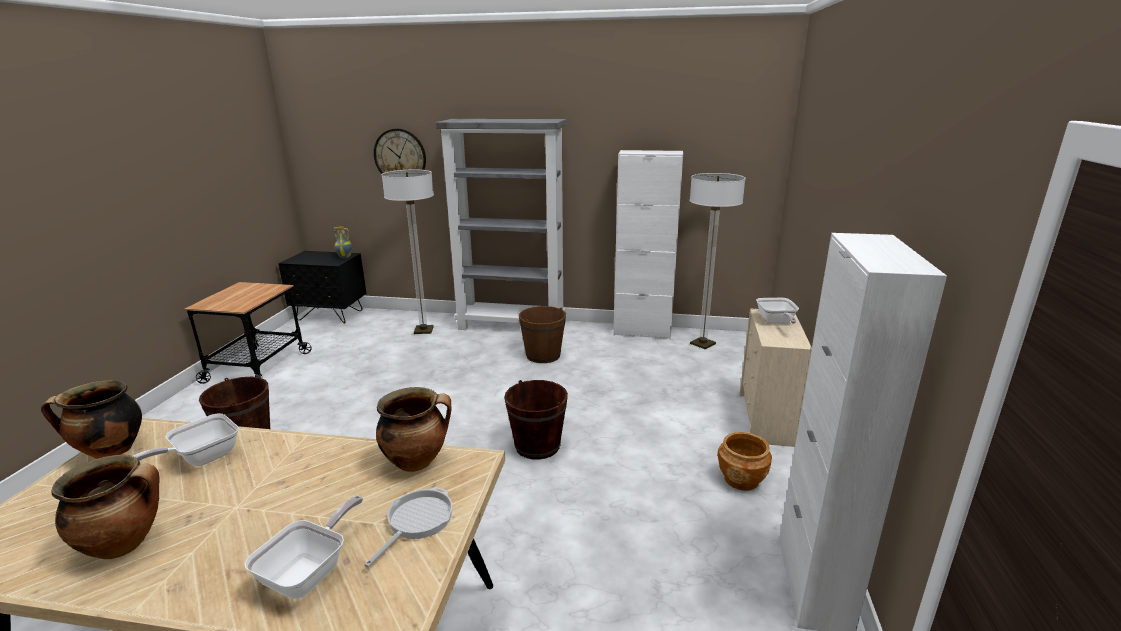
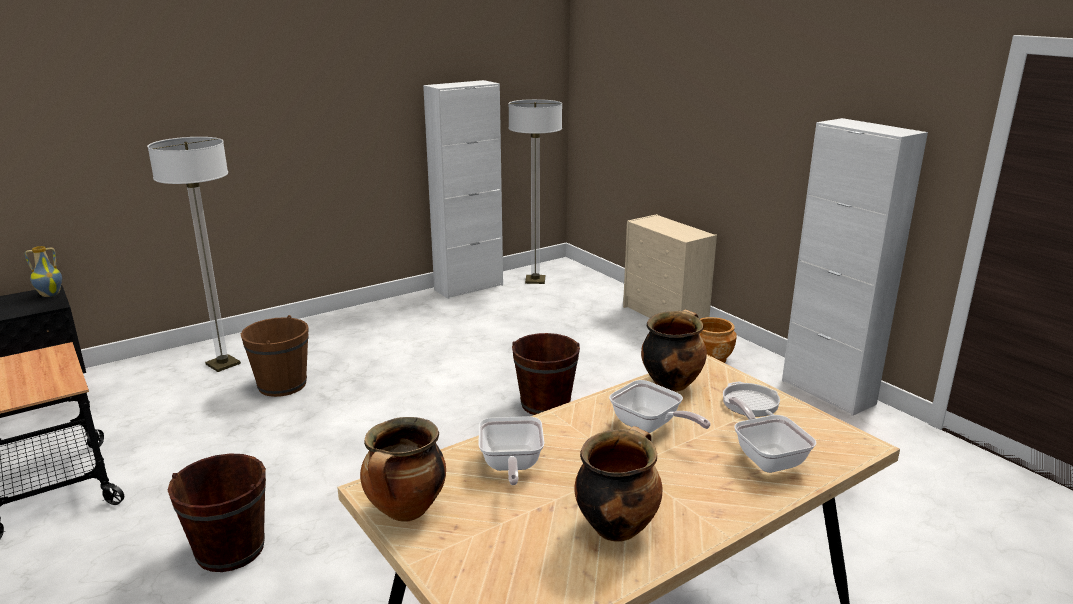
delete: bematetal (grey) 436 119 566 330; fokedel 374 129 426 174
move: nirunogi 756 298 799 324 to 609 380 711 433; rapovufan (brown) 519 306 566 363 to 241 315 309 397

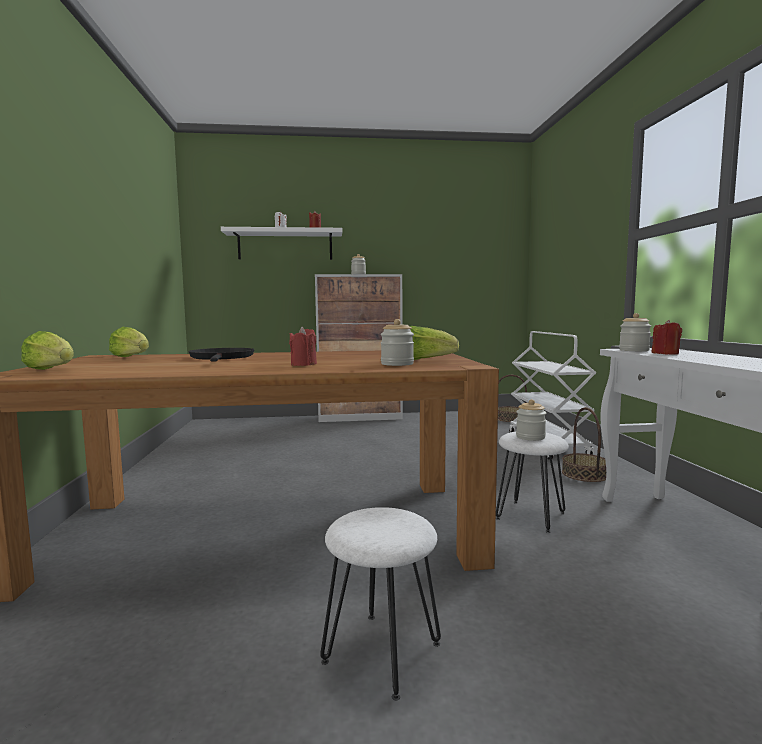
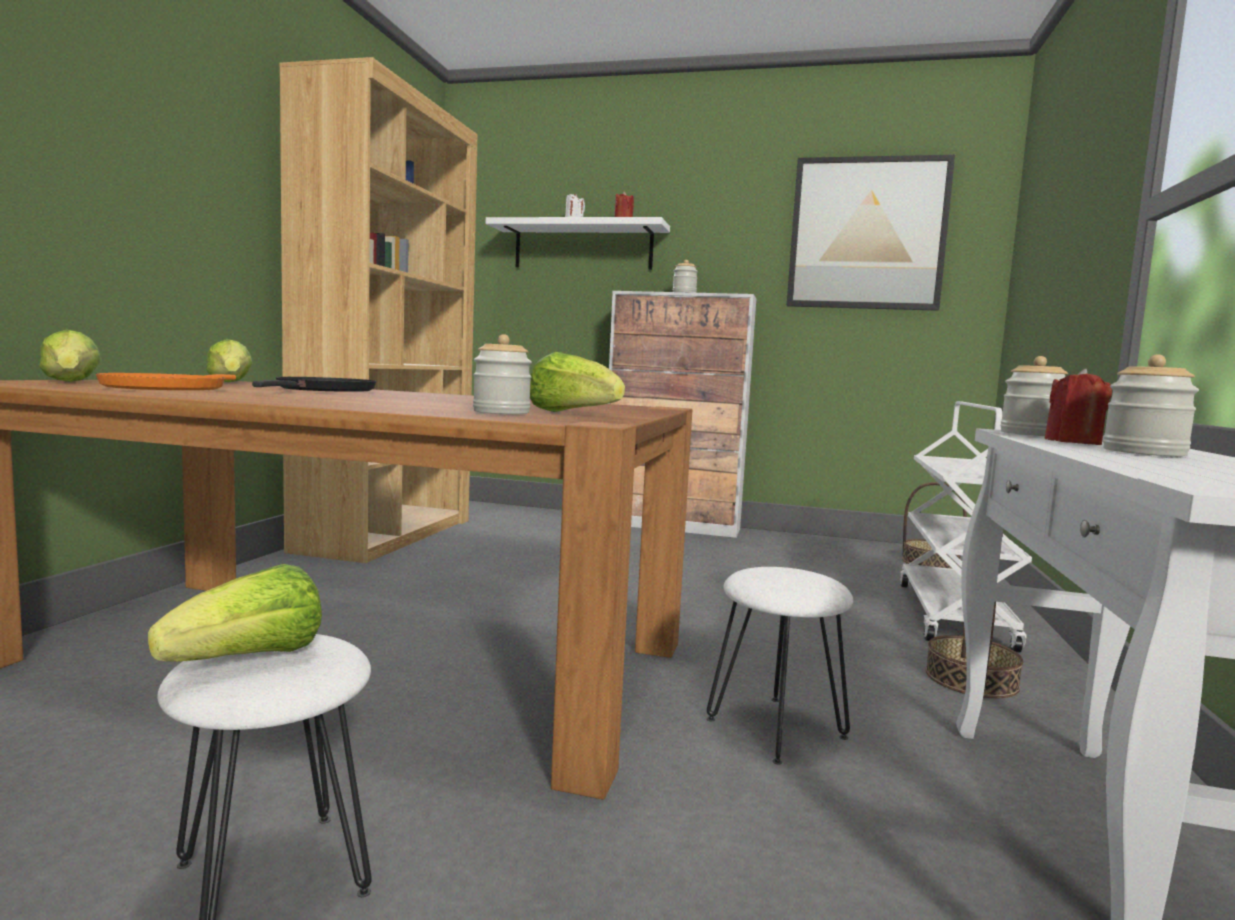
delete: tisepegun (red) 289 327 317 366
insert: bematetal (brown) 280 57 477 563; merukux 786 155 955 311; nirunogi (orange) 96 373 236 390; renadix 148 564 322 661
move: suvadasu 516 399 546 441 to 1103 355 1199 456

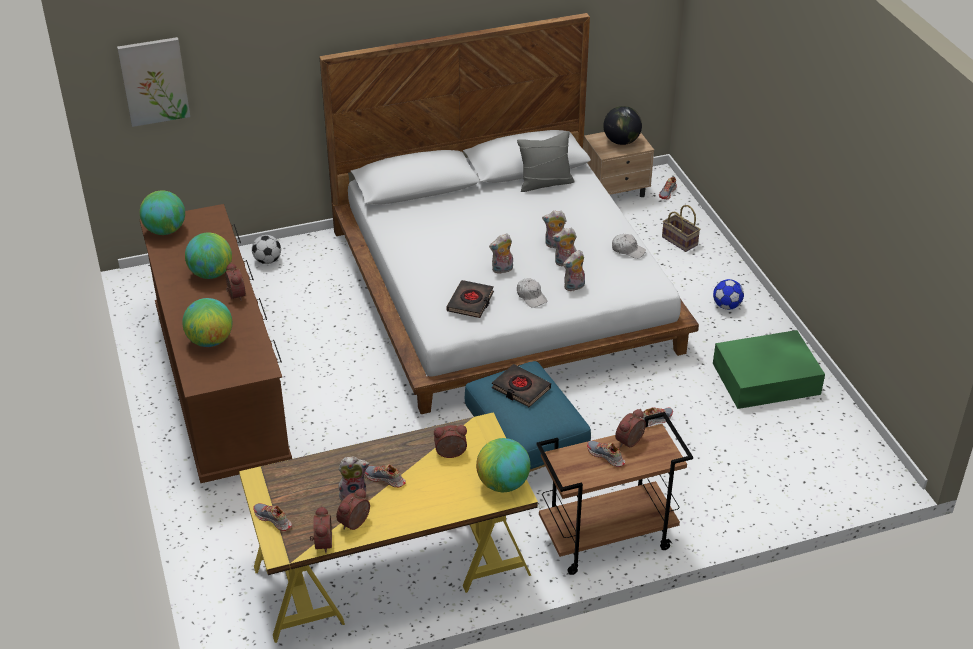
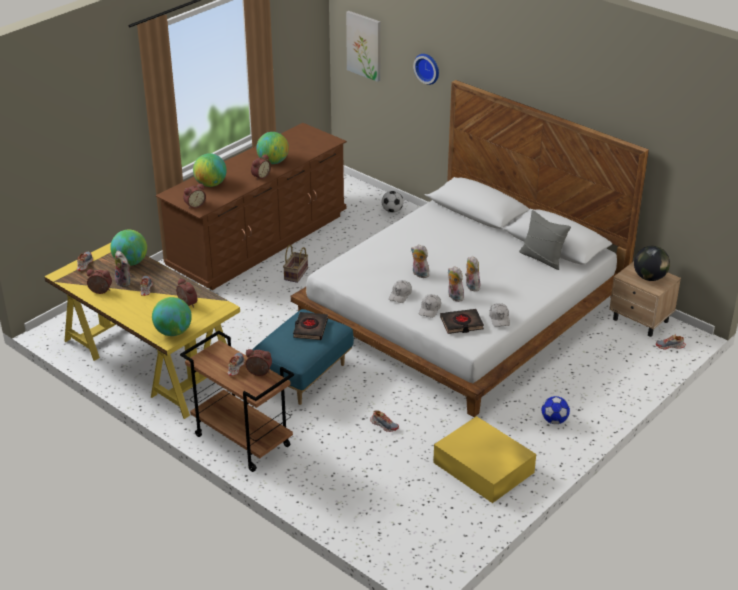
insert: fokedel 413 54 439 85
move: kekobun 140 190 185 235 to 110 230 147 266; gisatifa 662 205 700 252 to 283 245 308 283; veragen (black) 446 280 494 318 to 440 309 484 334; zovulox 310 506 332 553 to 183 183 206 209
replace: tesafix 563 250 585 291 to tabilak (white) 419 294 441 318
recolor: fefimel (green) 713 330 825 409 to fefimel (yellow) 433 416 536 503

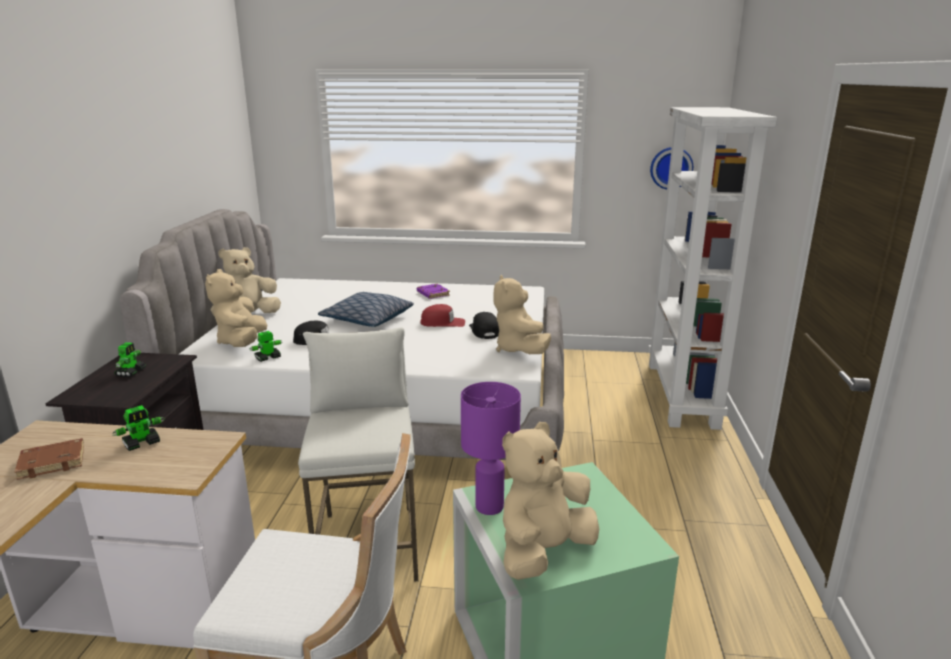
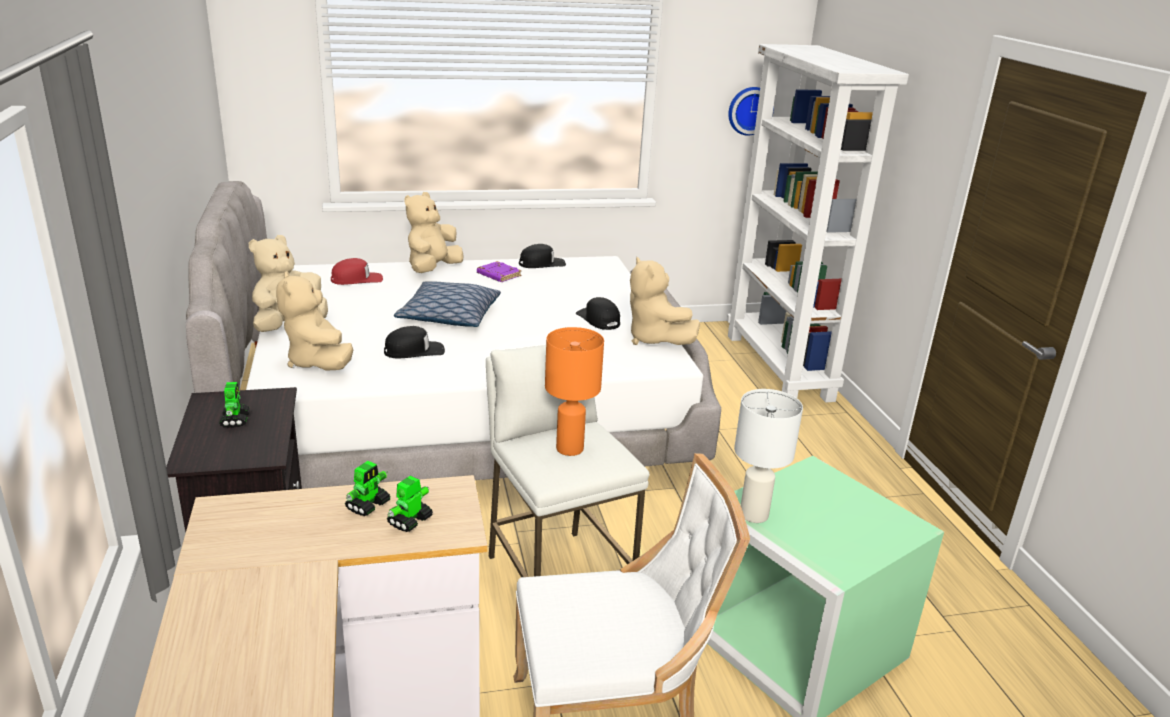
delete: veragen (brown) 14 438 84 480
insert: tabilak (black) 519 244 566 268; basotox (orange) 545 327 604 456
move: tabilak (red) 420 304 465 327 to 331 258 383 285; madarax 250 331 282 362 to 387 476 433 532; tesafix (beige) 502 422 599 580 to 404 192 464 273
recolor: basotox (purple) 461 382 521 515 to basotox (white) 734 389 803 523

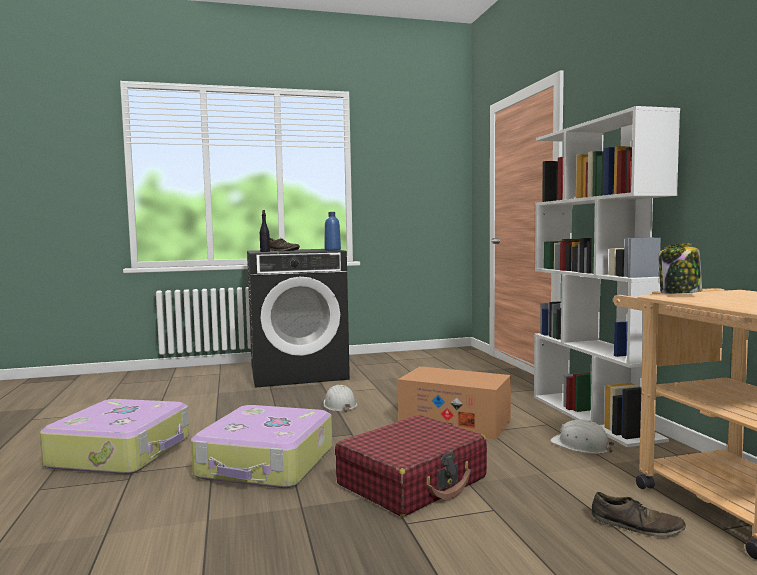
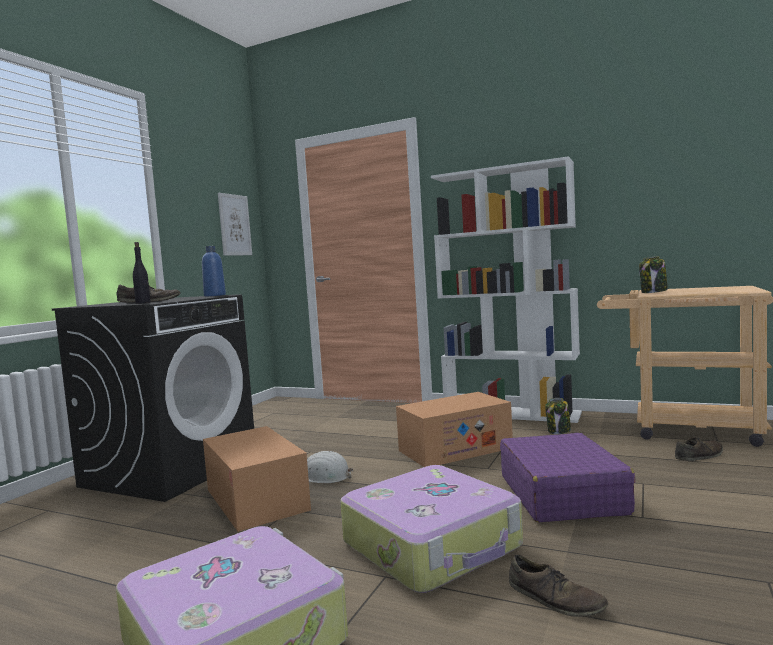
insert: merukux 218 193 252 256; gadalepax 203 426 311 532; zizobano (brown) 509 555 608 617
replace: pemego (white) 550 419 615 454 to suvadasu 545 398 571 434
recolor: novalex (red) 335 415 487 517 to novalex (purple) 500 433 636 522

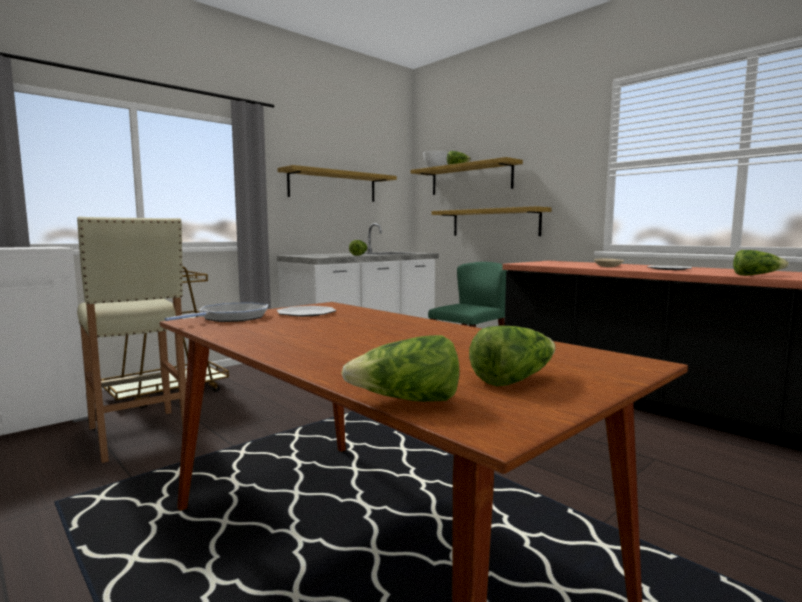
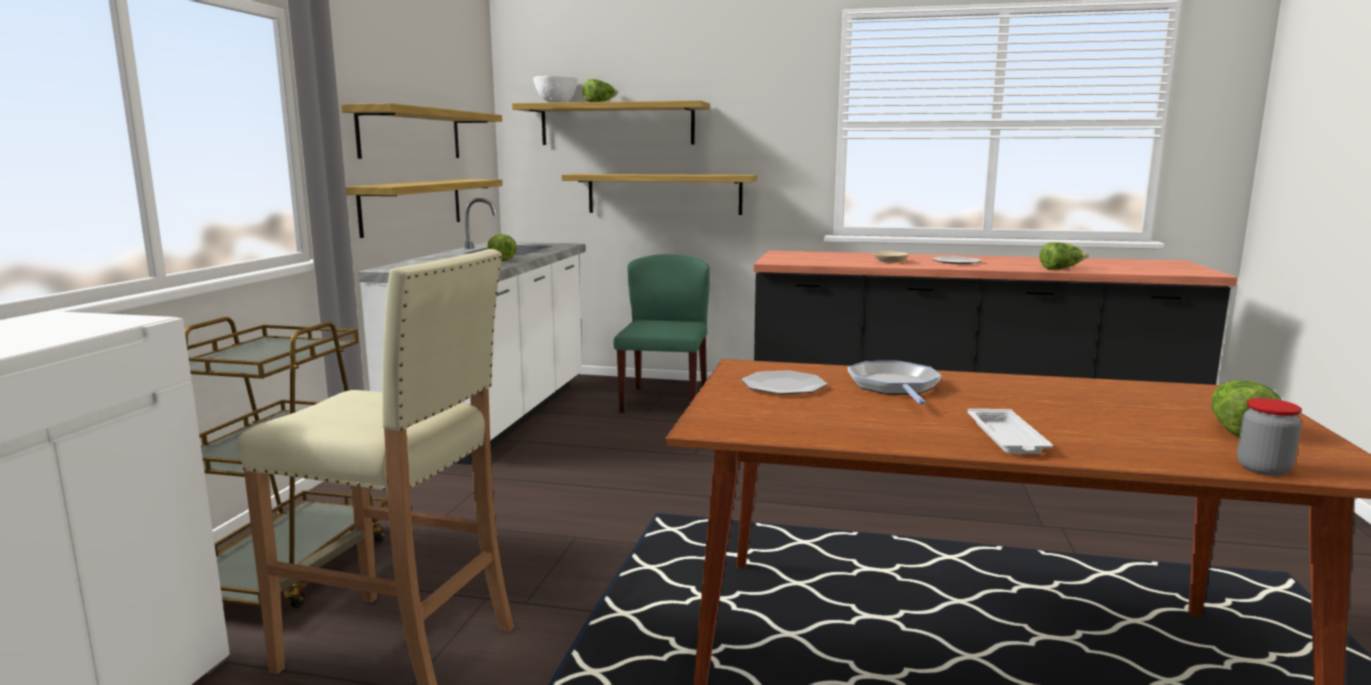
insert: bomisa 346 179 503 238; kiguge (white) 967 409 1053 454
move: nirunogi 165 302 268 322 to 847 361 941 405
replace: renadix 341 335 459 402 to suvadasu 1237 398 1302 476

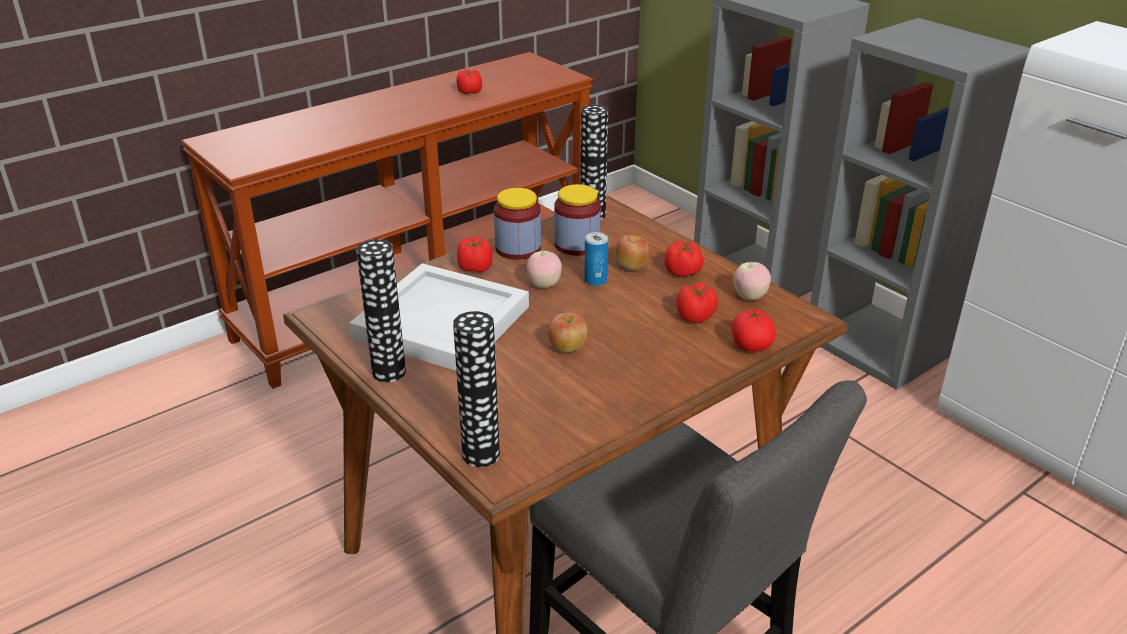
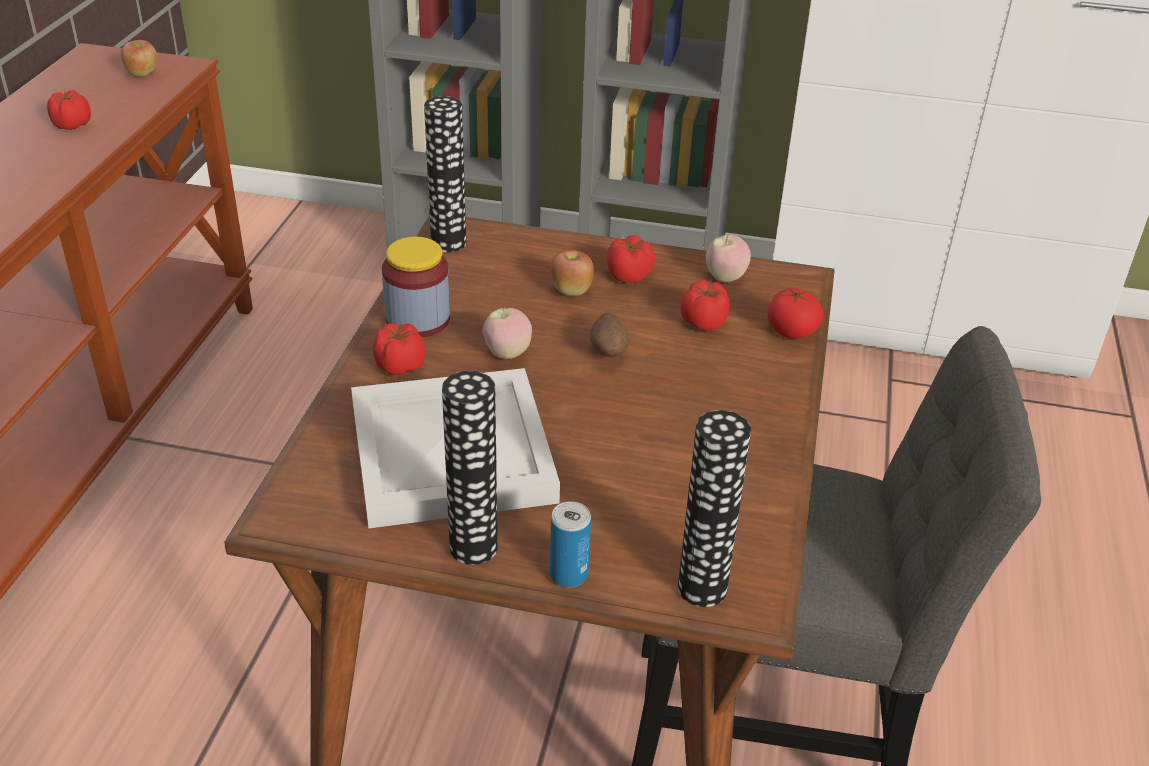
delete: suvadasu 554 184 601 256
insert: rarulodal 590 312 630 357
move: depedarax 584 232 608 286 to 550 501 591 588; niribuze 548 313 588 353 to 121 40 158 77

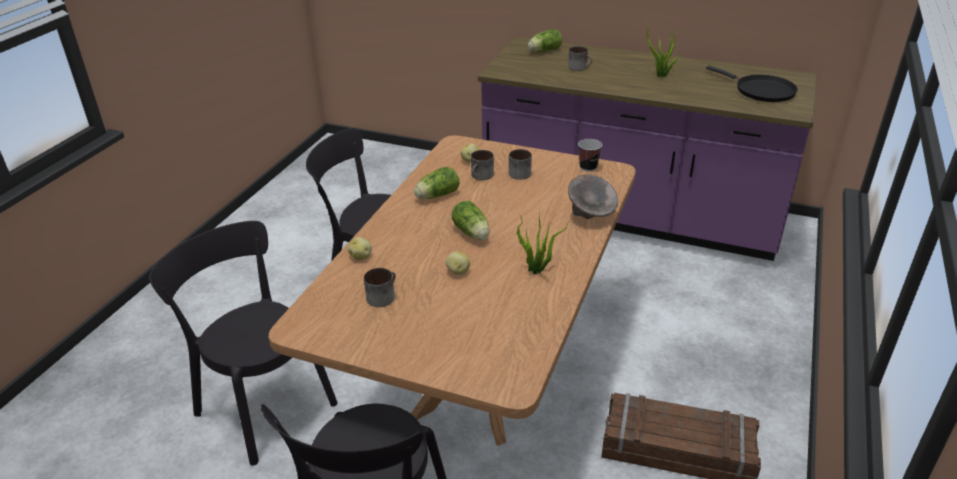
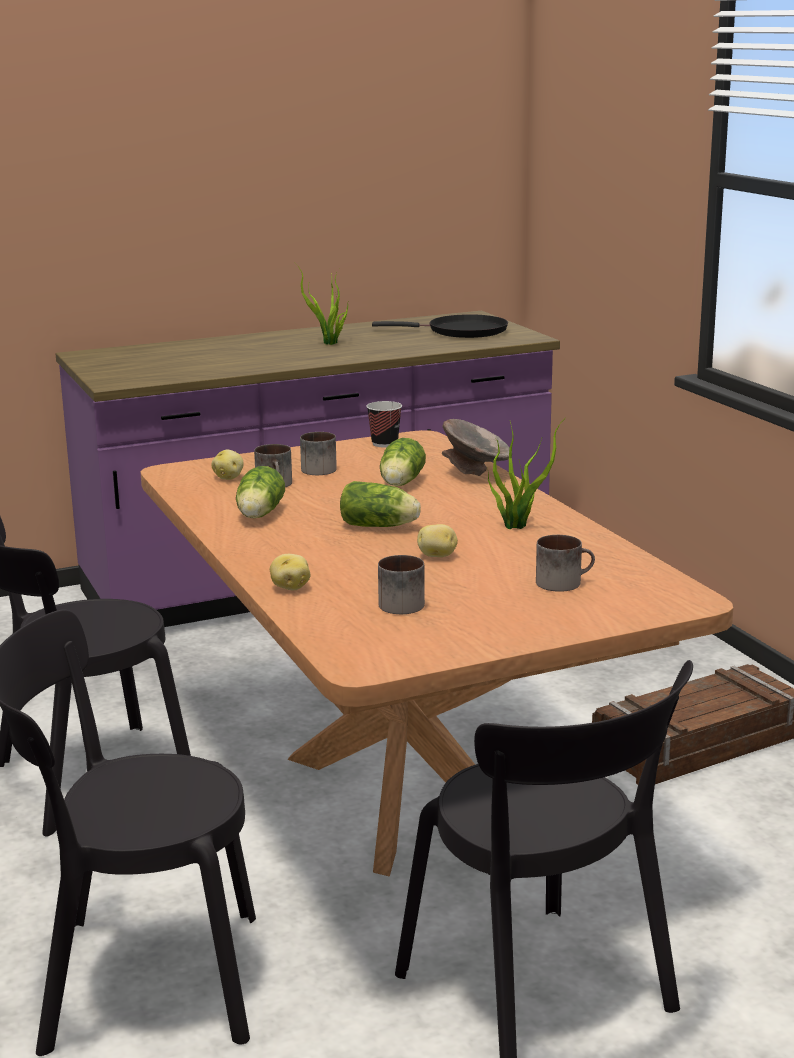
move: renadix 528 29 562 52 to 380 438 426 486; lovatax 568 46 592 71 to 536 535 595 592

